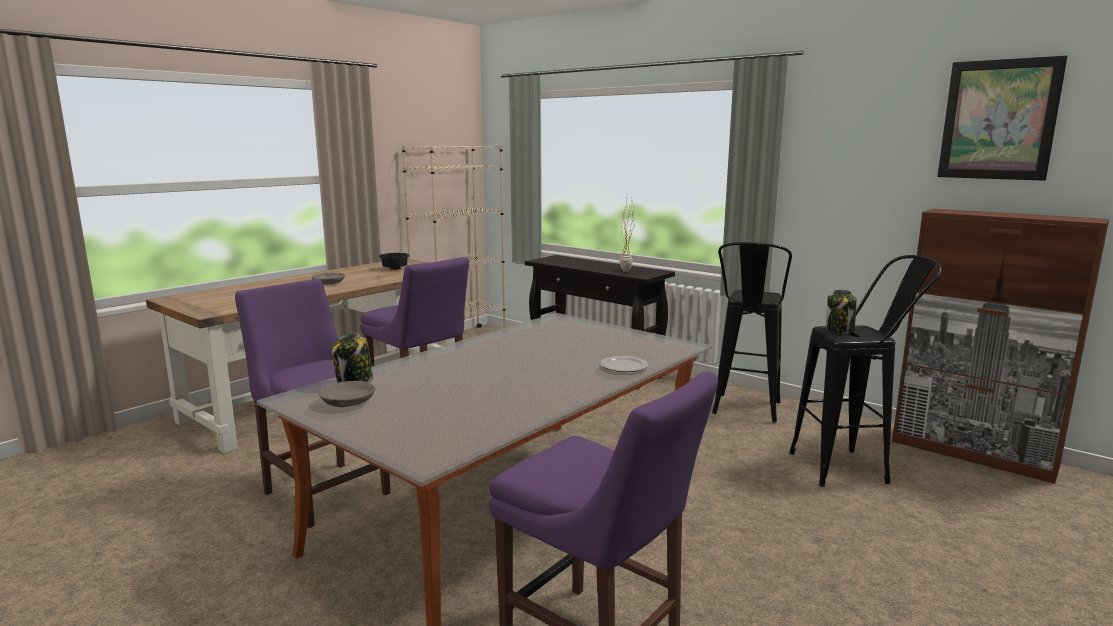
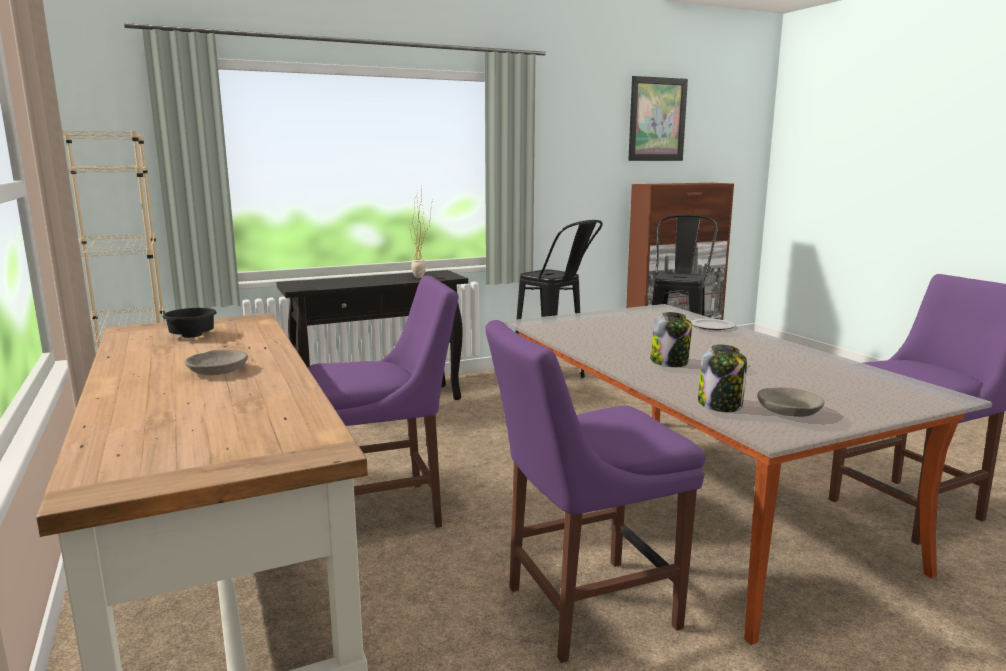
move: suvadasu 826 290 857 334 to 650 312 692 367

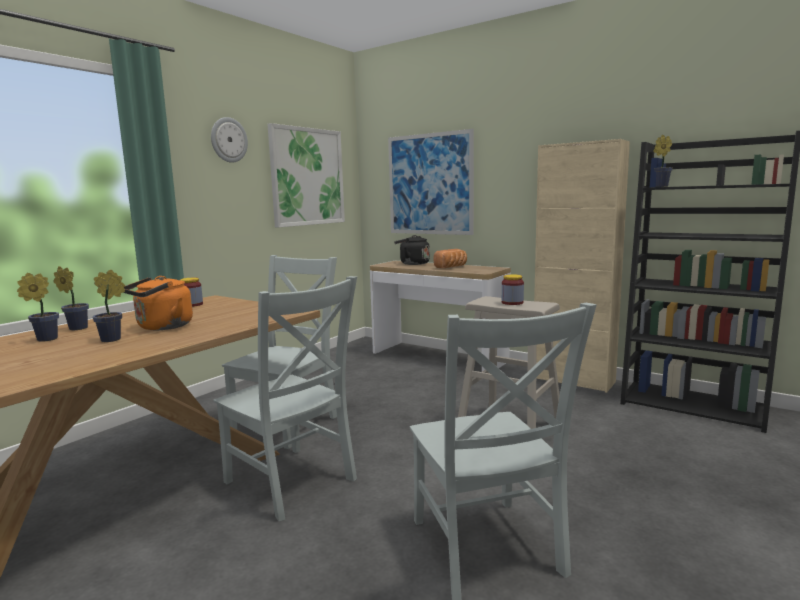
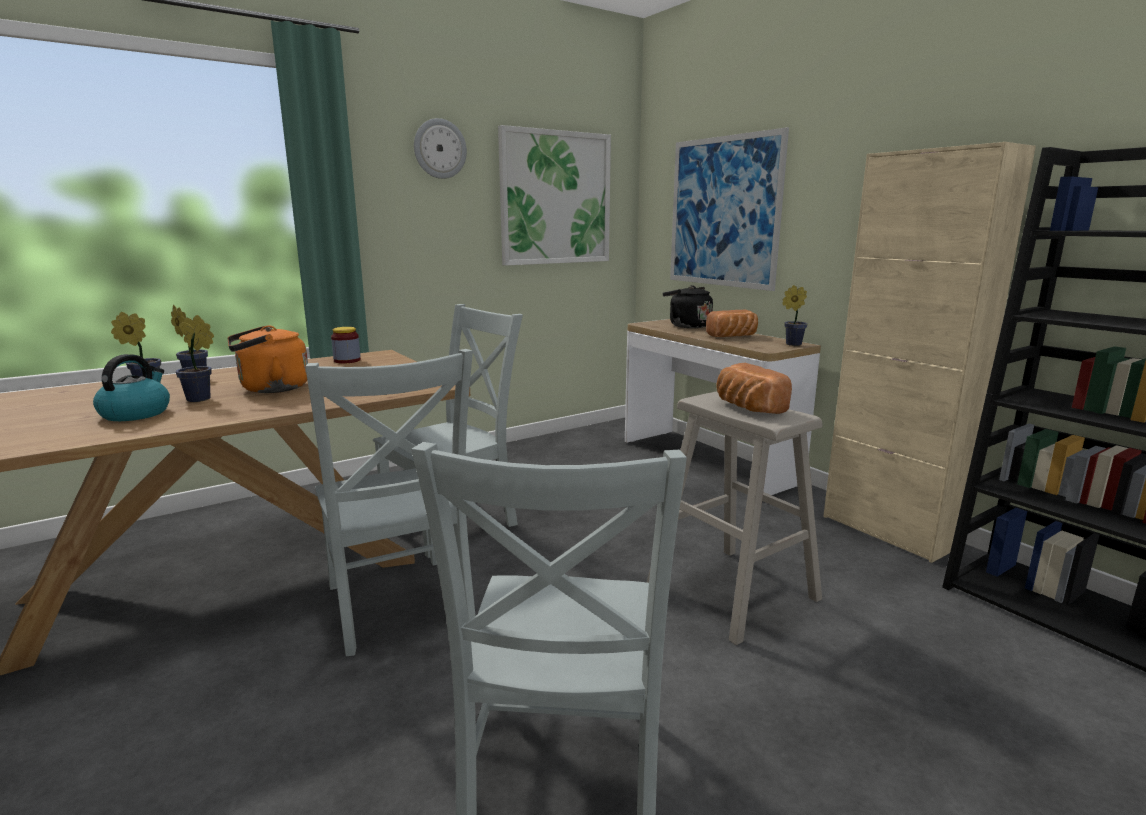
insert: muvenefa 93 354 170 421
move: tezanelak 654 135 673 187 to 782 285 807 346
replace: suvadasu 502 275 524 305 to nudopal 716 363 792 414

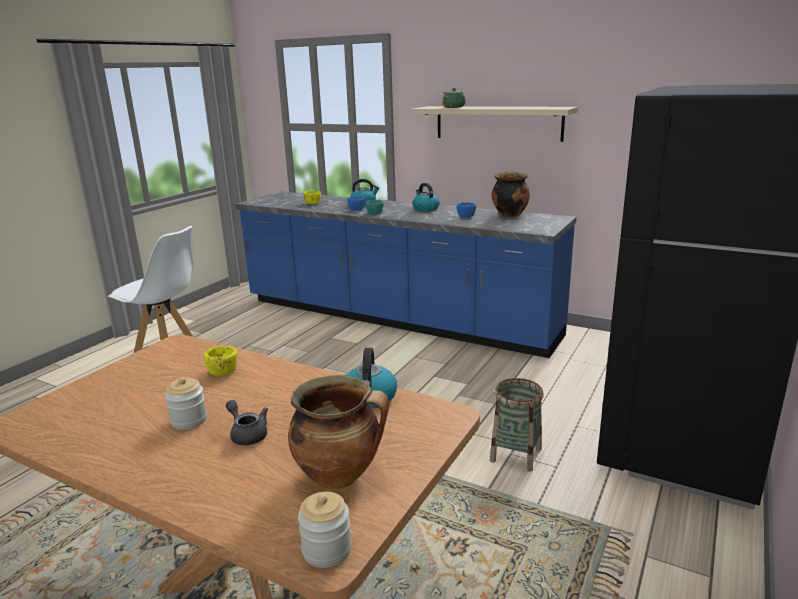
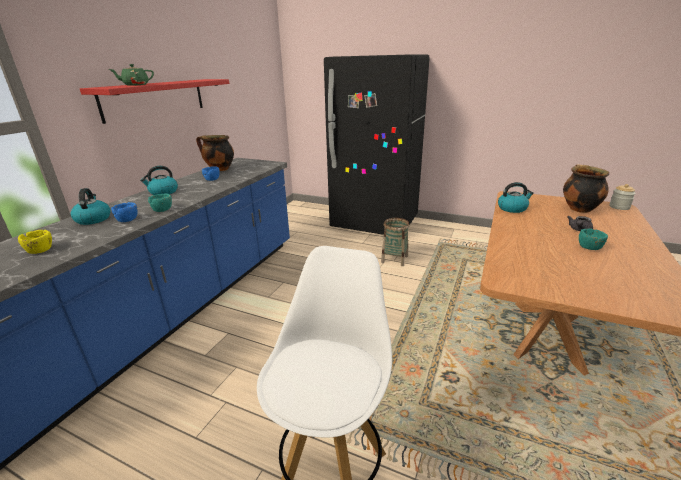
delete: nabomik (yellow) 204 346 238 376
replace: suvadasu 165 377 207 430 to nabomik (turquoise) 579 228 608 250
recolor: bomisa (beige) 411 106 579 142 to bomisa (red) 80 79 229 124

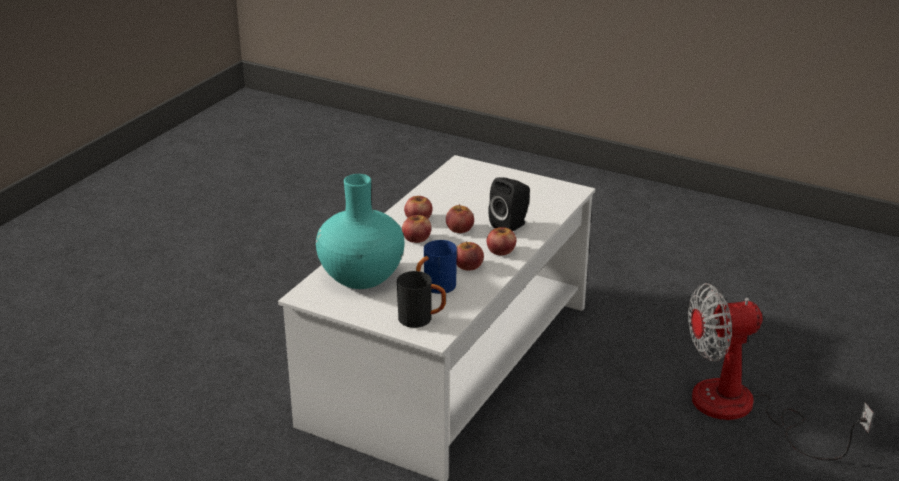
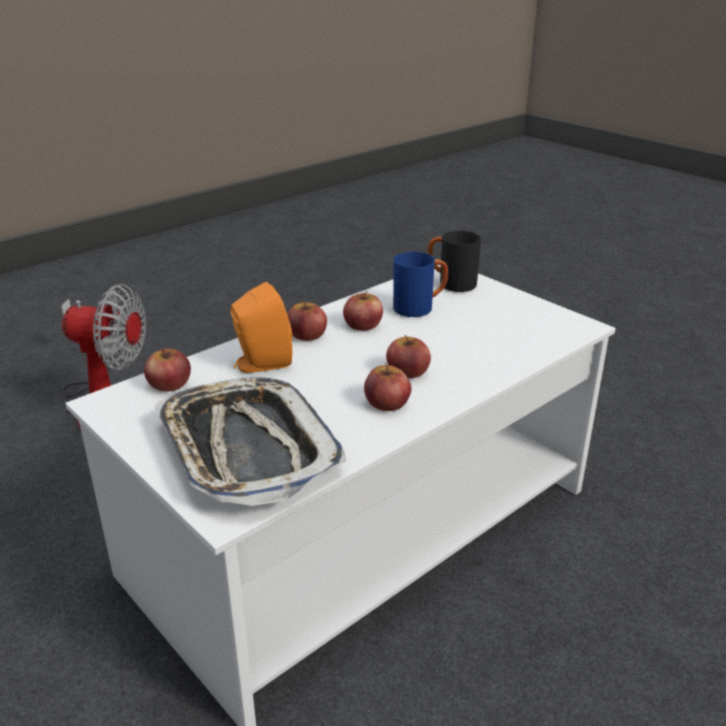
delete: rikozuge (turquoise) 316 174 404 289
insert: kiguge 155 378 346 506
move: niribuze 446 204 474 233 to 144 349 191 392
recolor: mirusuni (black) 488 177 530 231 to mirusuni (orange) 230 282 292 373

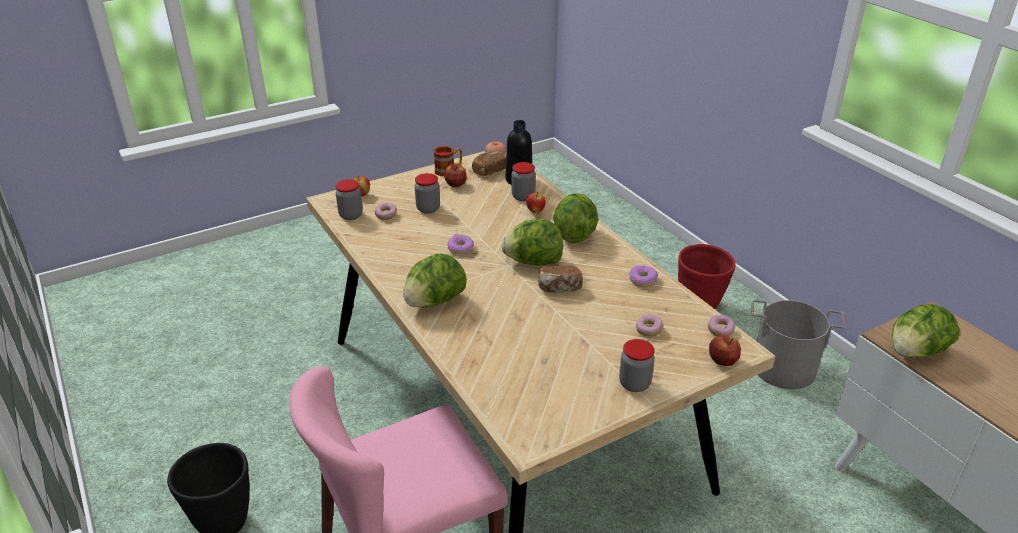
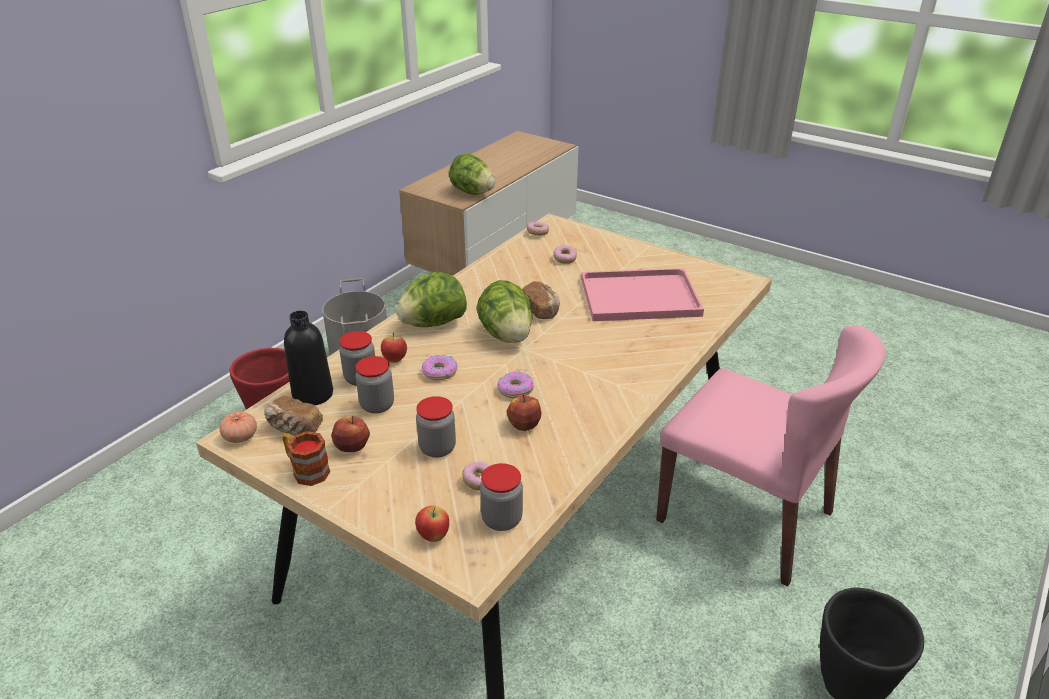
delete: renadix 403 254 467 308
insert: kiguge (pink) 581 268 704 321
move: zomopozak 630 266 658 287 to 422 354 458 380; niribuze 709 334 741 366 to 507 394 541 431; suvadasu 619 339 655 392 to 355 356 394 414

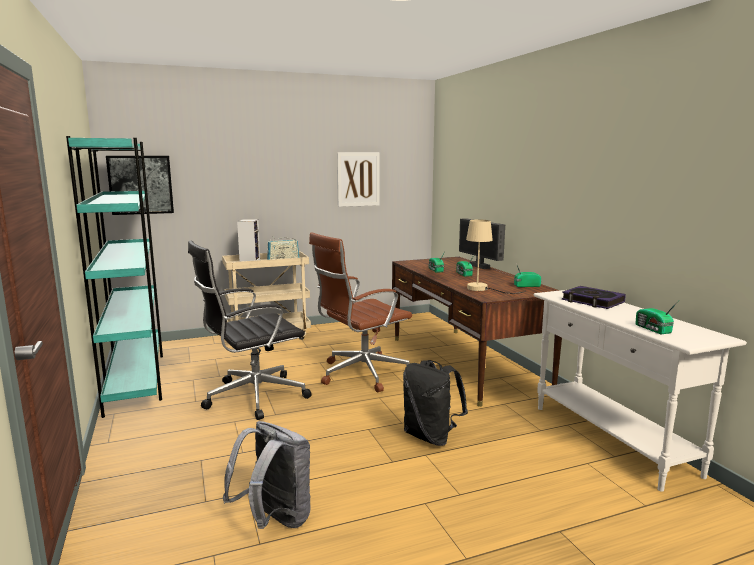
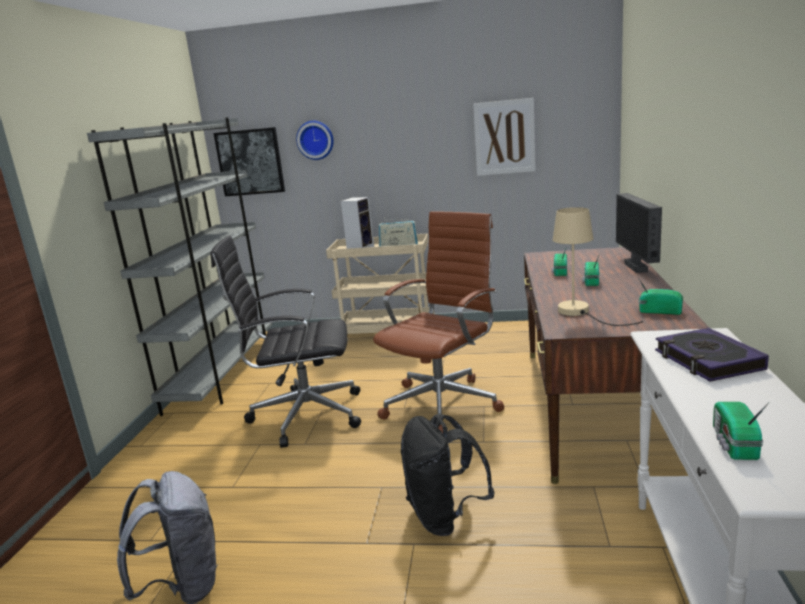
insert: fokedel 296 121 334 160
recolor: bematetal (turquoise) 66 136 163 418 to bematetal (grey) 87 117 272 416
rotate: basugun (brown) 309 232 412 393 = 373 211 504 433 135 degrees clockwise

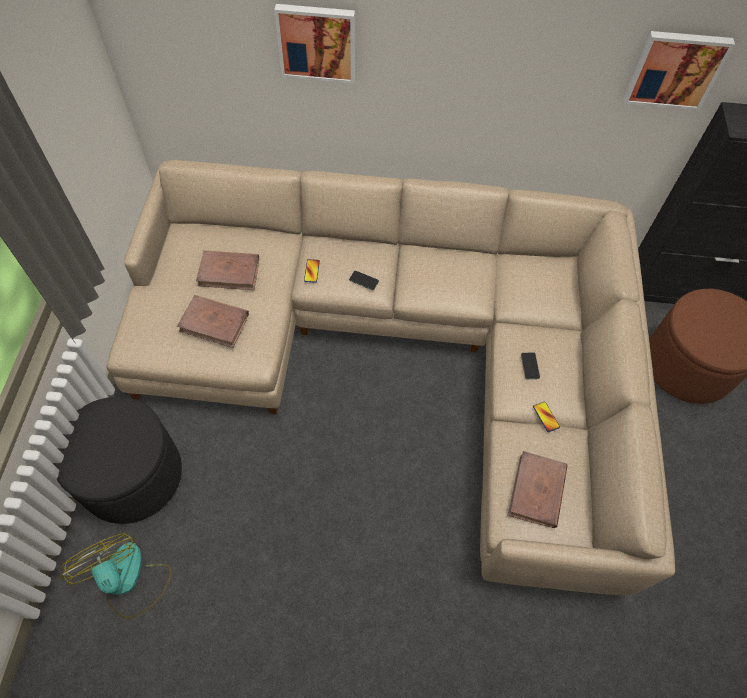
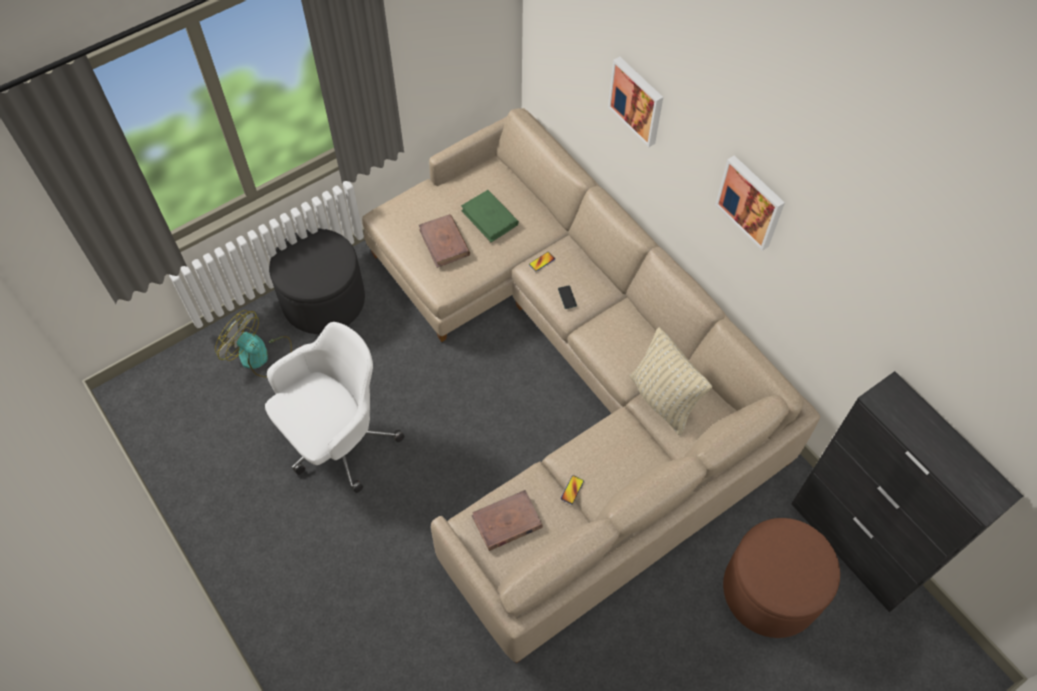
delete: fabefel 521 352 540 379
insert: basugun (white) 265 322 405 493; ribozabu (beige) 630 327 712 435
move: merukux 623 31 735 110 to 715 155 785 251
recolor: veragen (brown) 196 250 259 290 to veragen (green) 461 190 519 243
rotate: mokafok 60 533 172 619 = 215 310 292 378 75 degrees counterclockwise

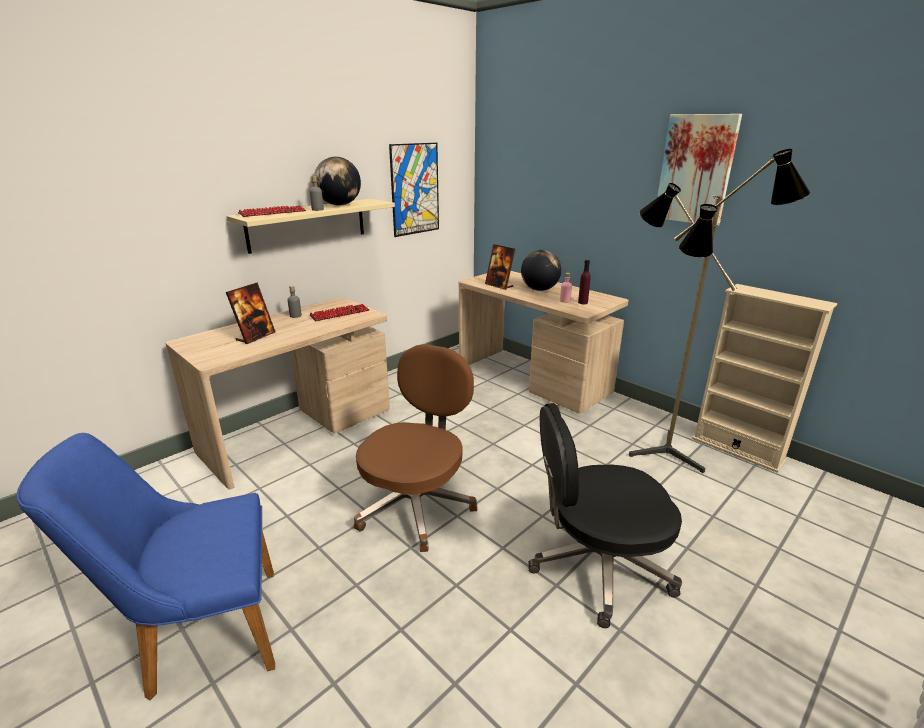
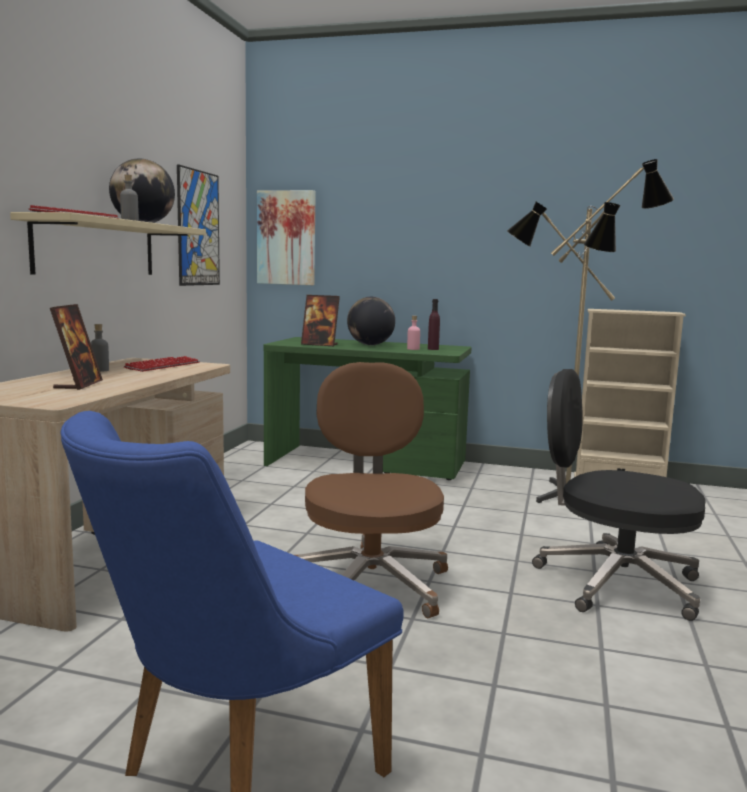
move: merukux 657 114 742 226 to 257 190 316 285
recolor: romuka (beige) 459 271 629 413 to romuka (green) 263 337 472 480
rotate: basugun (black) 528 403 682 628 = 532 369 706 621 60 degrees clockwise

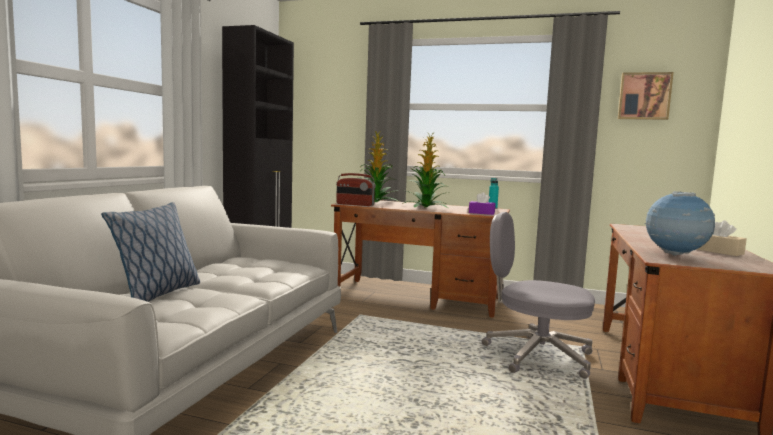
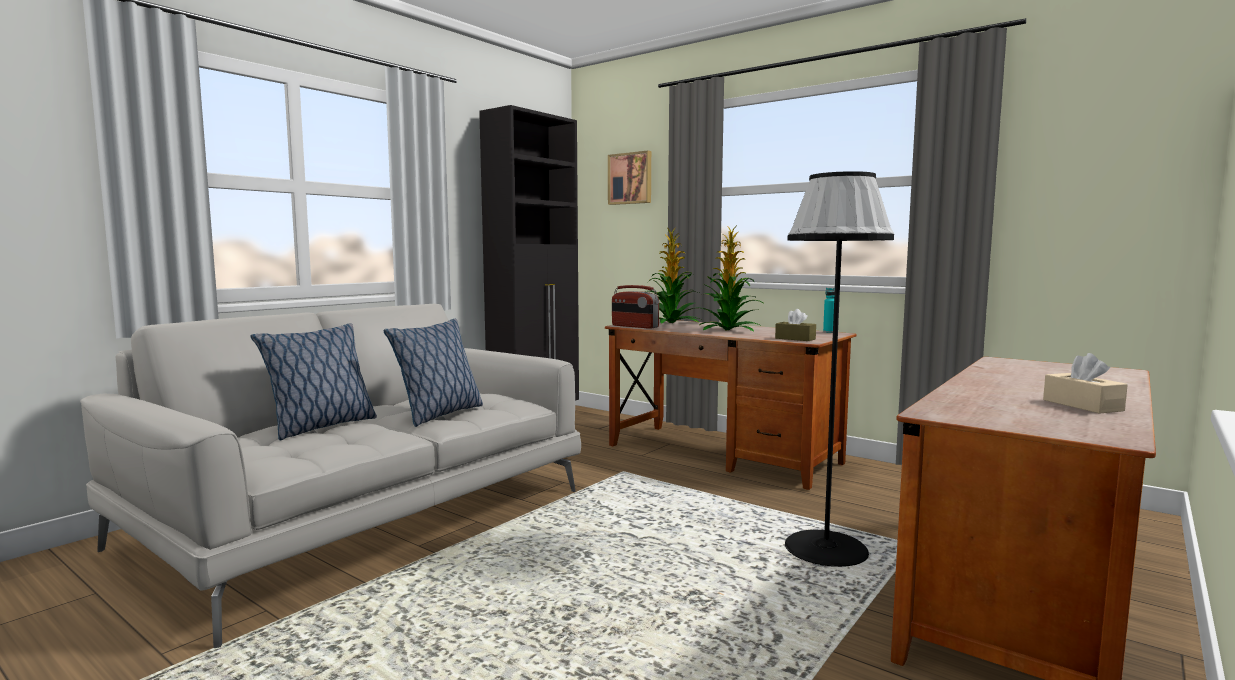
delete: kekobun 644 191 715 256
insert: ribozabu 383 319 483 427
move: merukux 618 72 674 120 to 608 151 651 205
replace: basugun (grey) 481 212 595 379 to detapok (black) 785 171 894 567
recolor: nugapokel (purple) 469 192 495 215 to nugapokel (brown) 775 309 816 341

